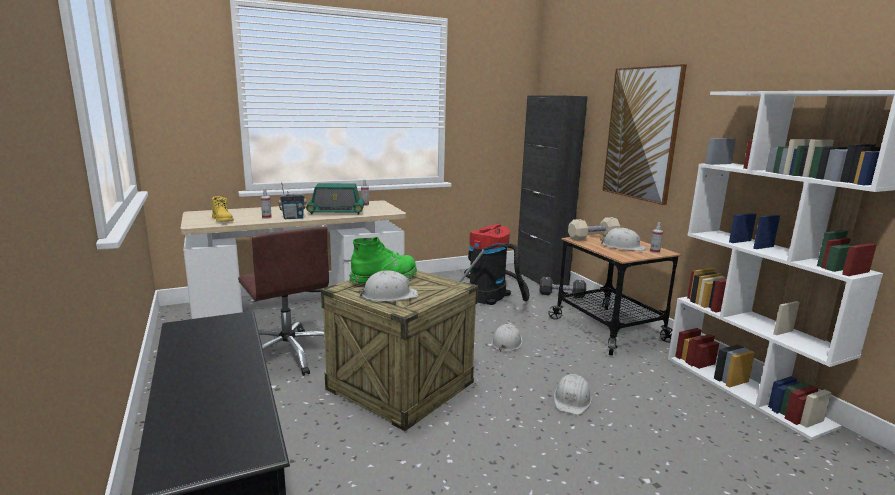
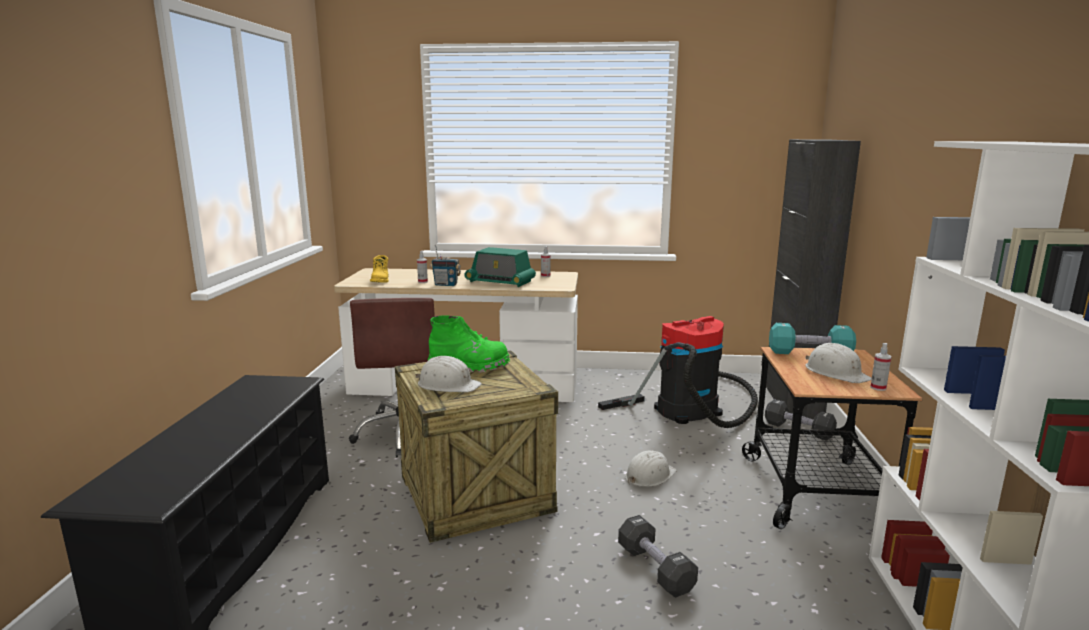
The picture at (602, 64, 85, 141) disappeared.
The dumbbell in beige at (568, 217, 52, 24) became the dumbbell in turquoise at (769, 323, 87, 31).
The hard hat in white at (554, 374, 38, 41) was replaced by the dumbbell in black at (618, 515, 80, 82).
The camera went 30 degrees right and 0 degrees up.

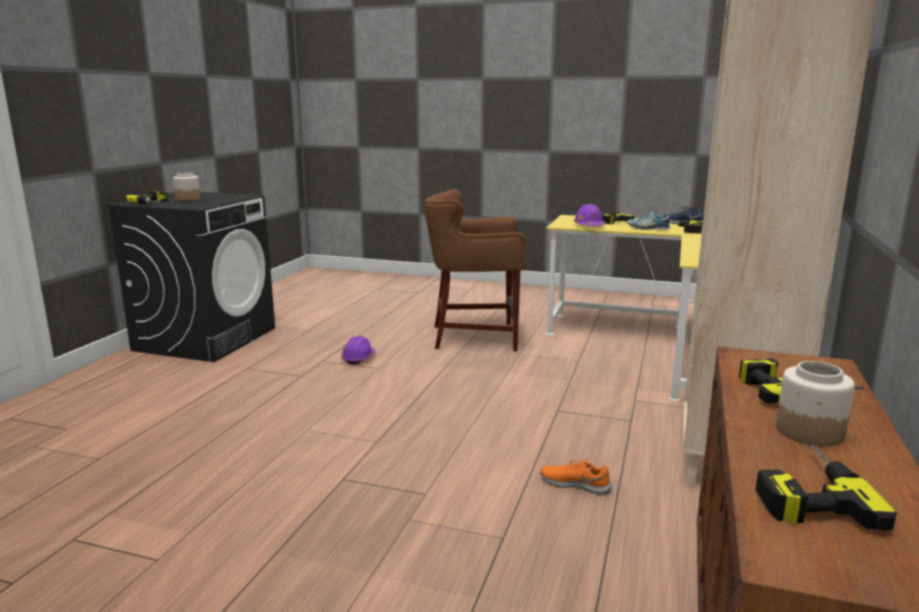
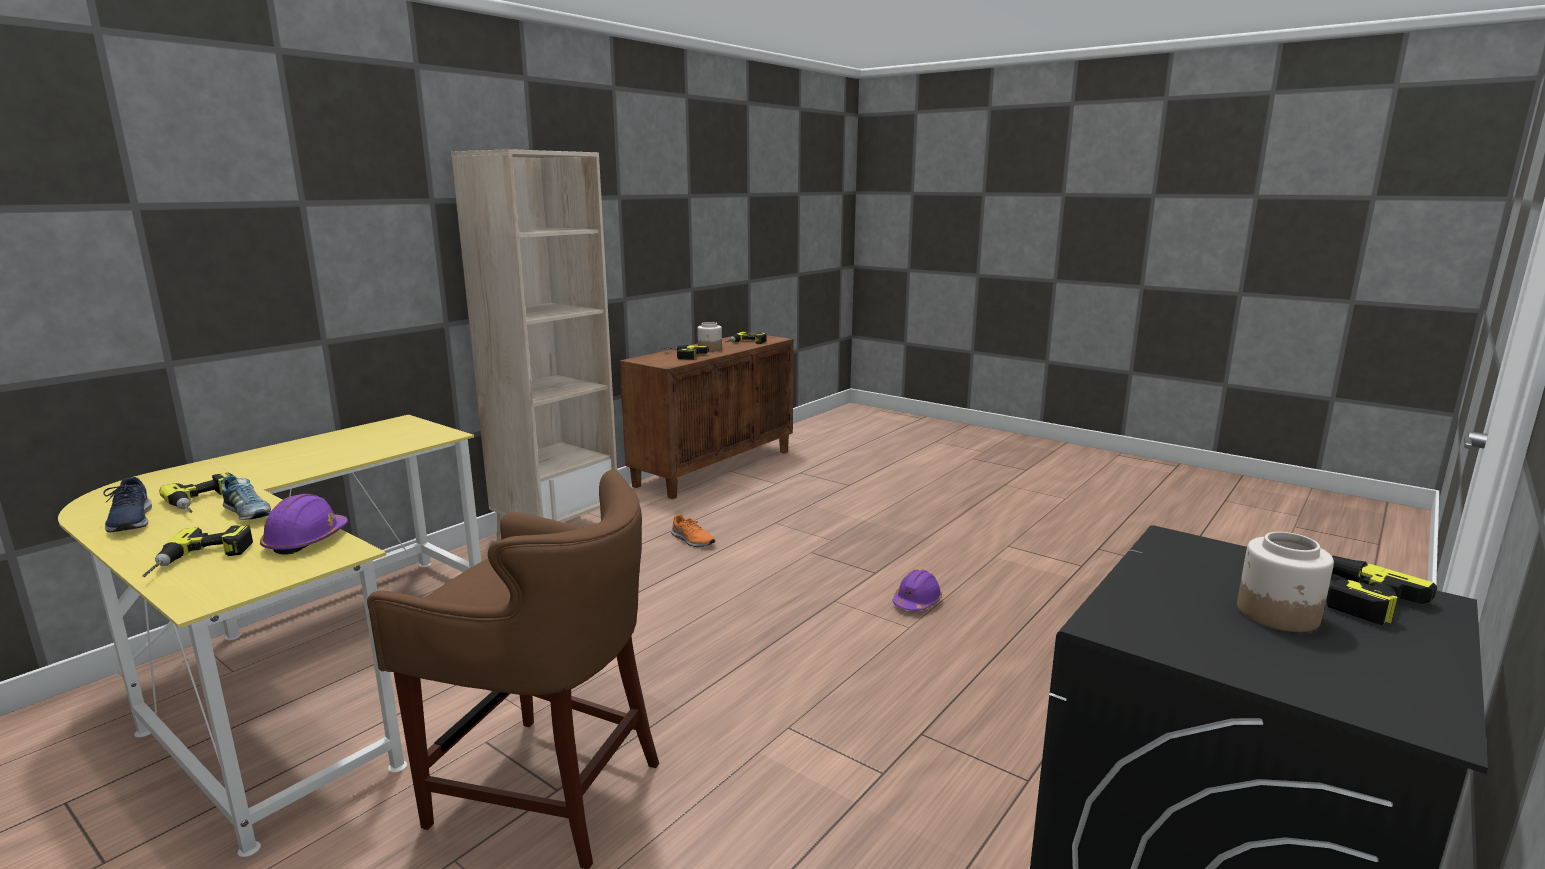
The hard hat in purple moved from (341, 336, 34, 28) to (892, 569, 50, 42).
The camera went 160 degrees left and 0 degrees up.

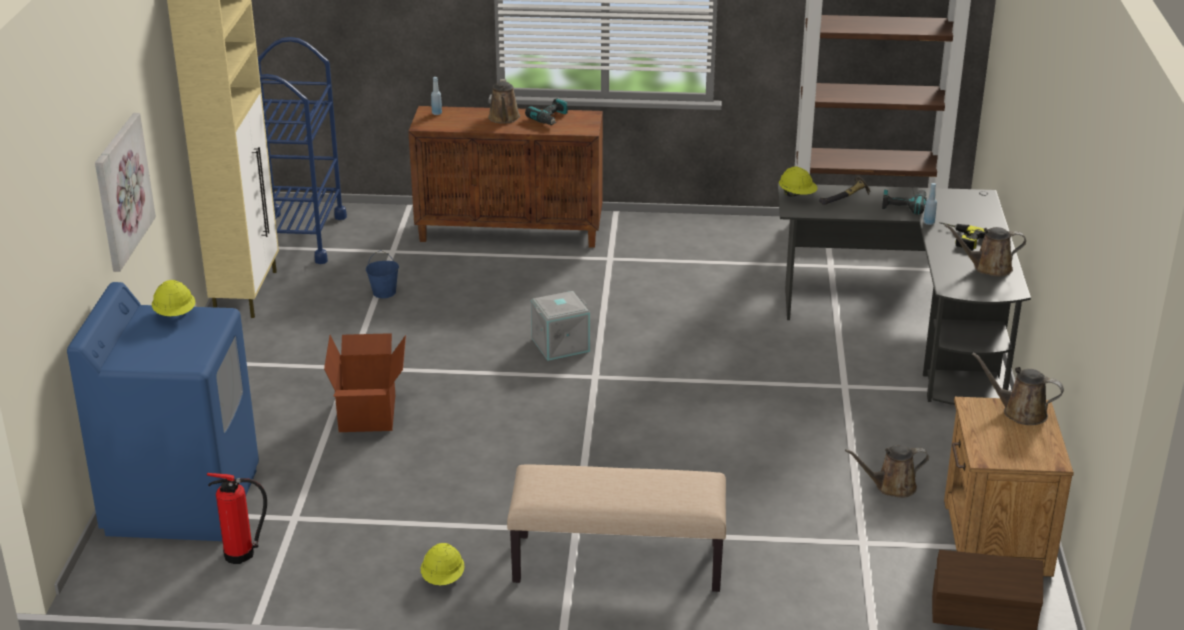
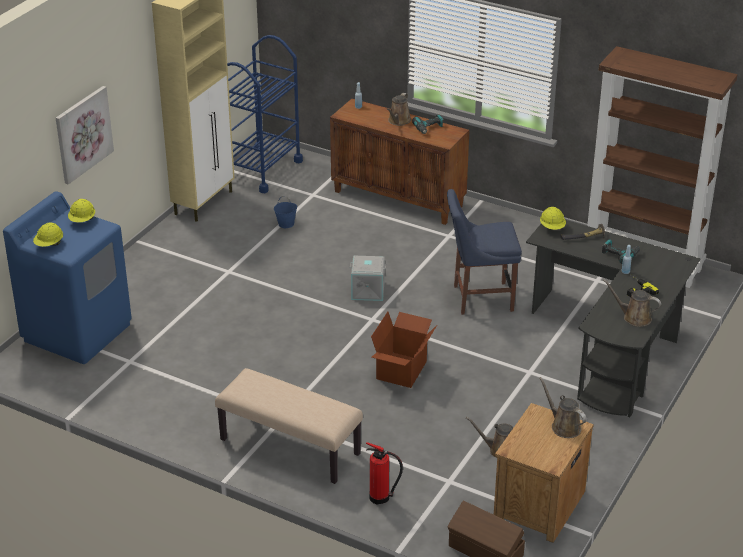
The cardboard box moved from (324, 333, 82, 99) to (371, 312, 66, 76).
The fire extinguisher moved from (207, 473, 60, 91) to (366, 442, 37, 63).
The hard hat in yellow moved from (421, 543, 43, 42) to (33, 223, 30, 24).
The chair in blue at (447, 189, 75, 126) appeared.
The camera went 25 degrees right and 5 degrees up.

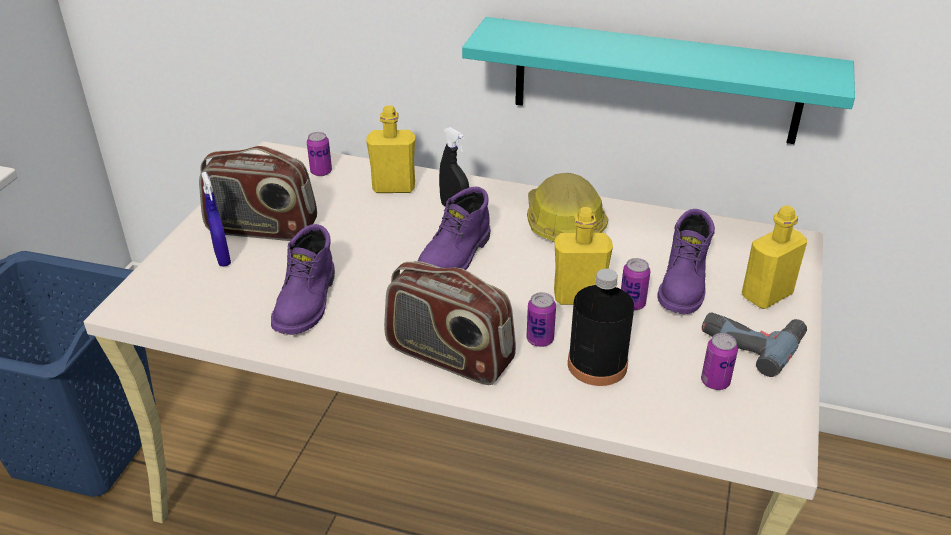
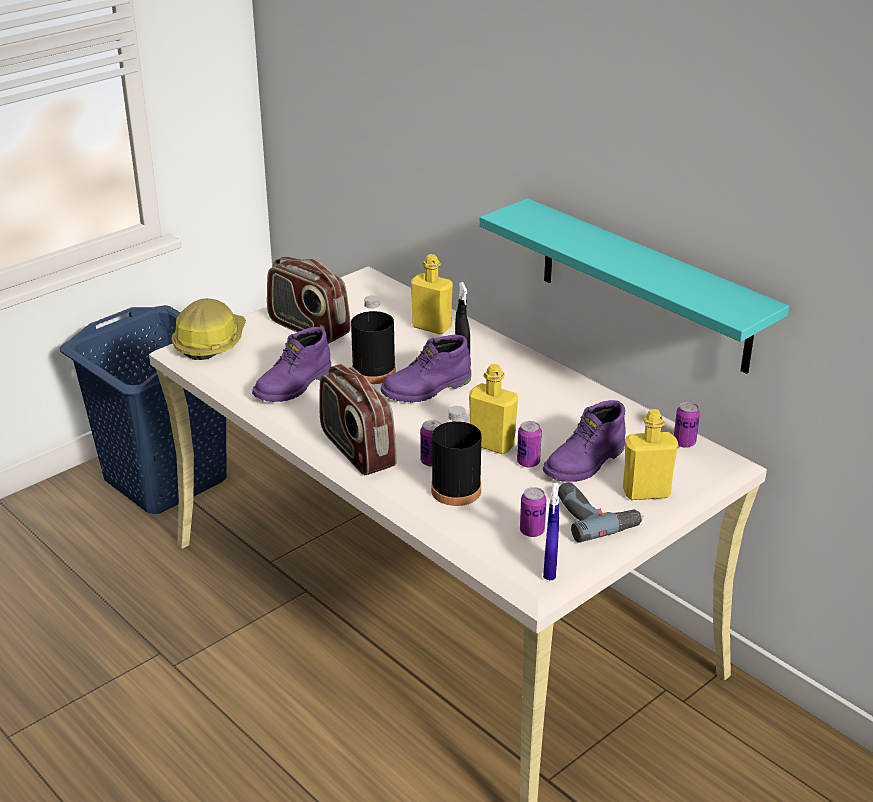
The can moved from (307, 132, 25, 44) to (674, 402, 26, 46).
The spray bottle in blue moved from (201, 172, 30, 95) to (543, 483, 16, 97).
The hard hat moved from (527, 173, 81, 70) to (172, 298, 74, 62).
The bottle in black at (351, 295, 45, 89) appeared.
The camera went 30 degrees right and 5 degrees down.

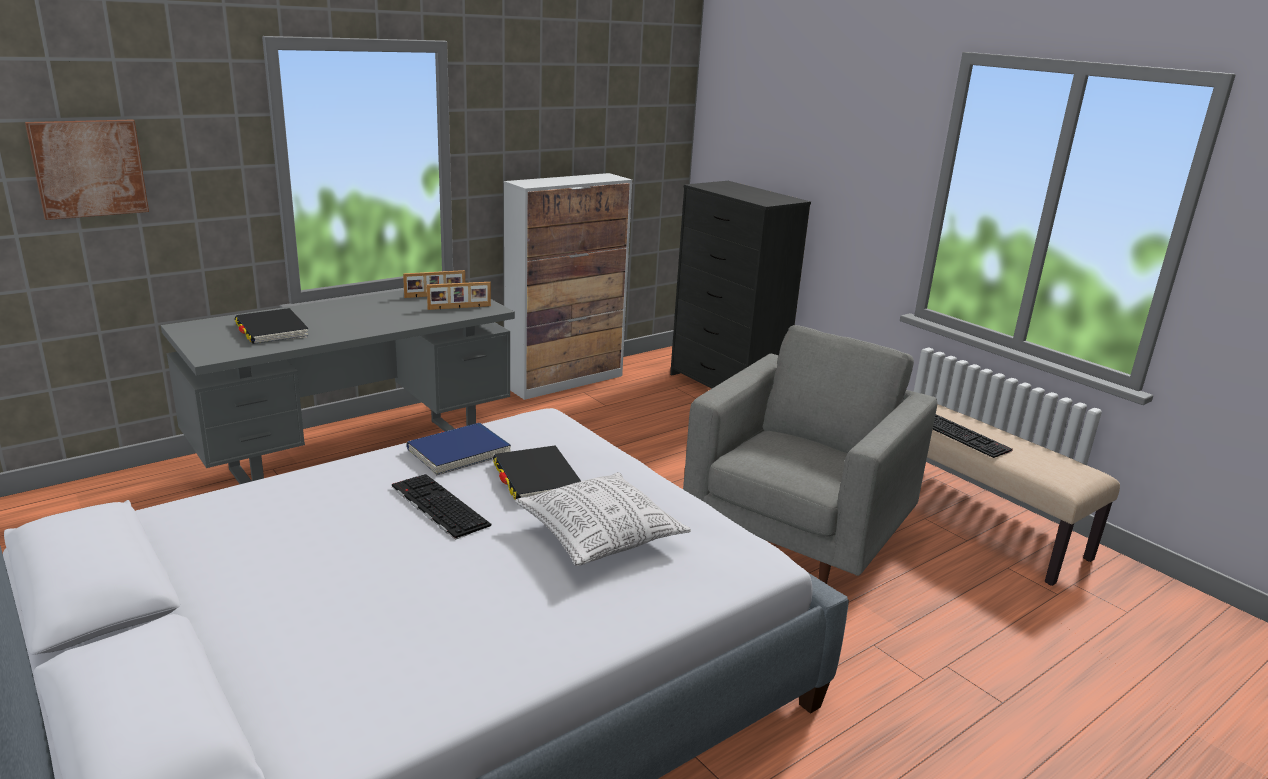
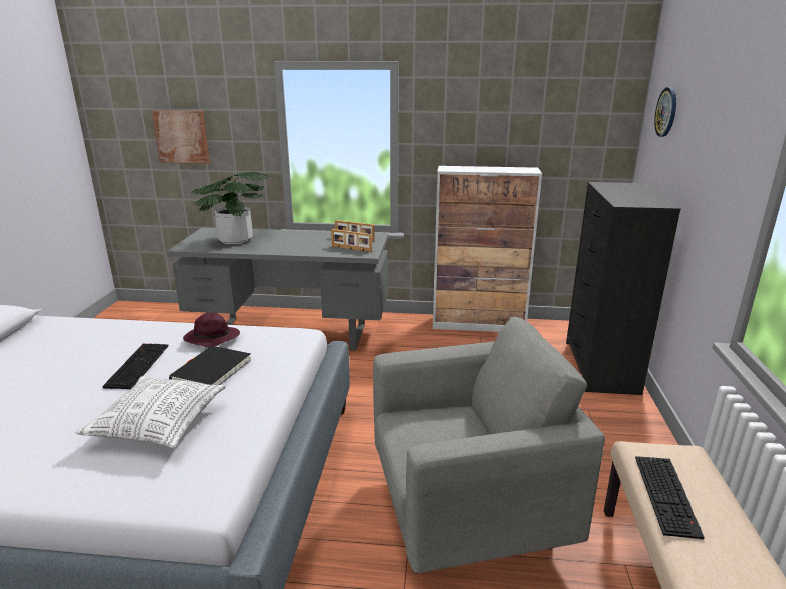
The book in black at (235, 308, 73, 36) was replaced by the potted plant at (191, 172, 78, 73).
The book in blue at (407, 423, 104, 53) was replaced by the hat in purple at (183, 312, 57, 36).
The wall clock at (654, 87, 22, 50) appeared.
The camera went 45 degrees right and 0 degrees up.

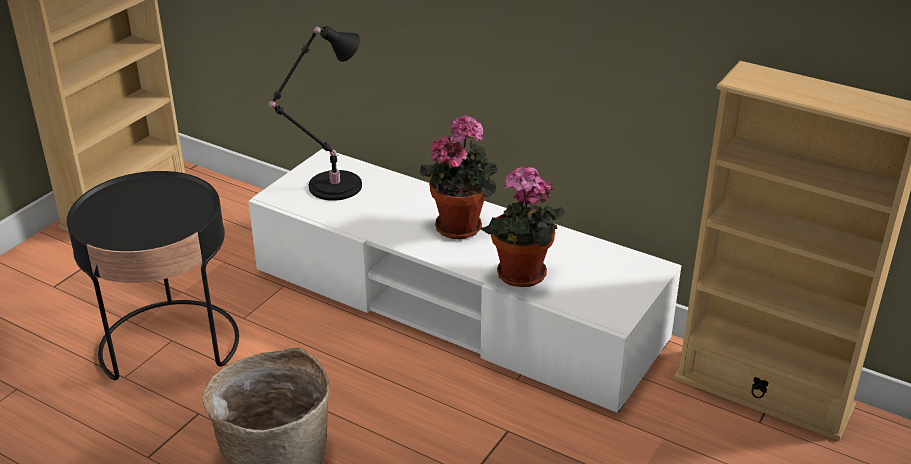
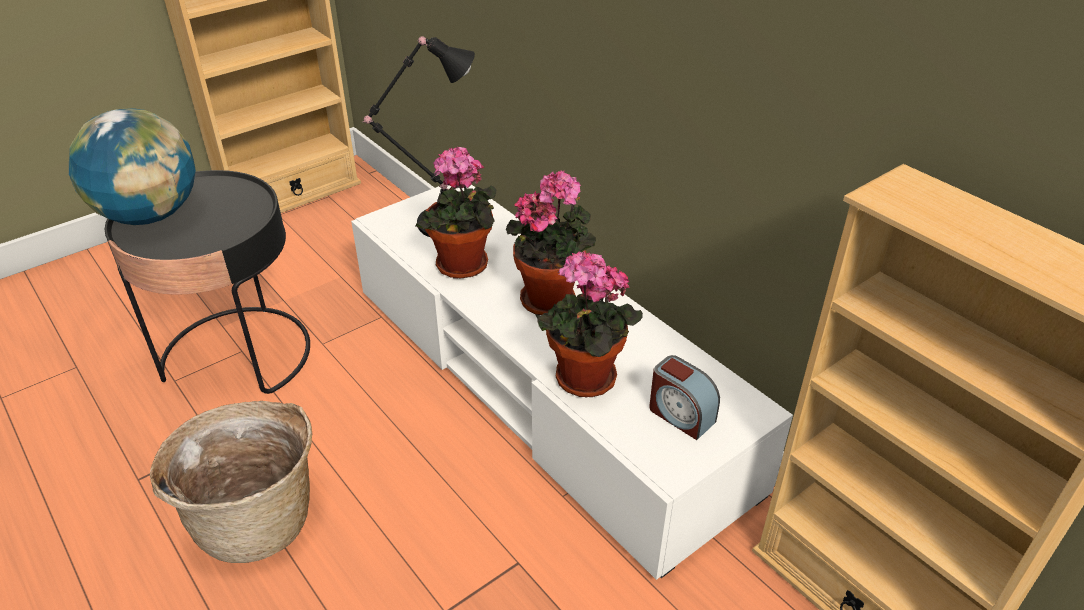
The globe at (69, 108, 127, 117) appeared.
The potted plant at (415, 147, 81, 132) appeared.
The alarm clock at (649, 355, 71, 85) appeared.
The camera went 20 degrees right and 5 degrees up.

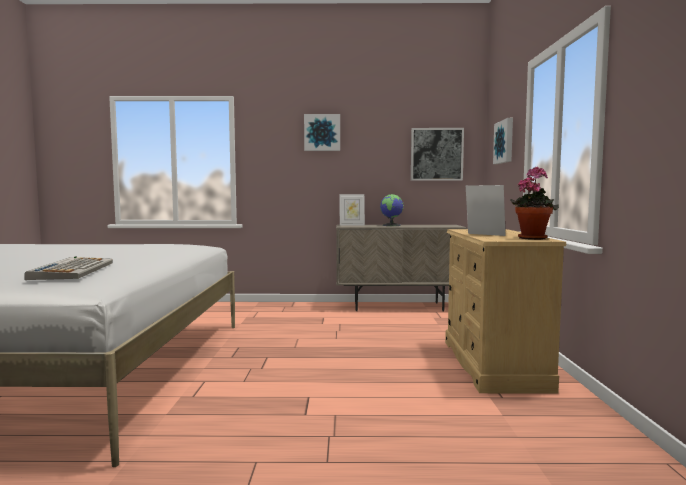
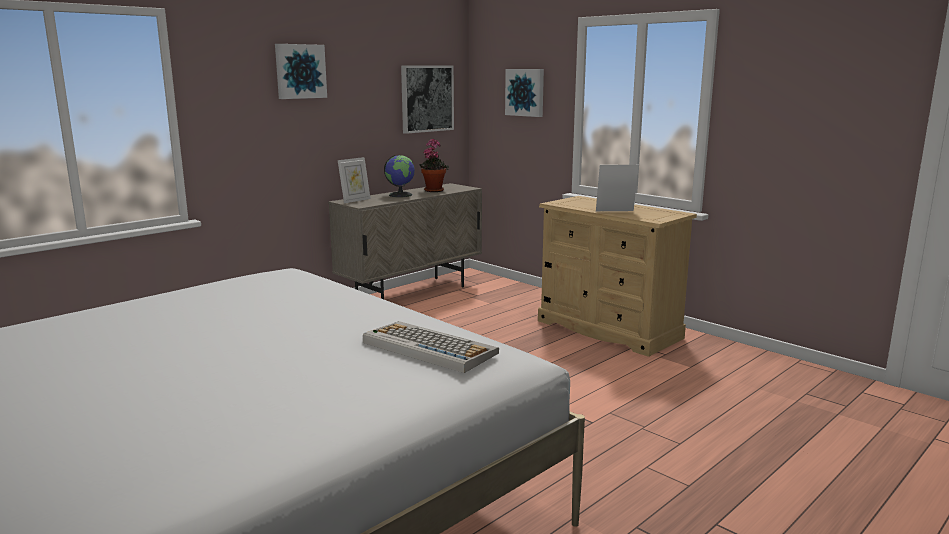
The potted plant moved from (510, 166, 49, 74) to (419, 139, 30, 53).
The camera went 45 degrees left and 10 degrees up.

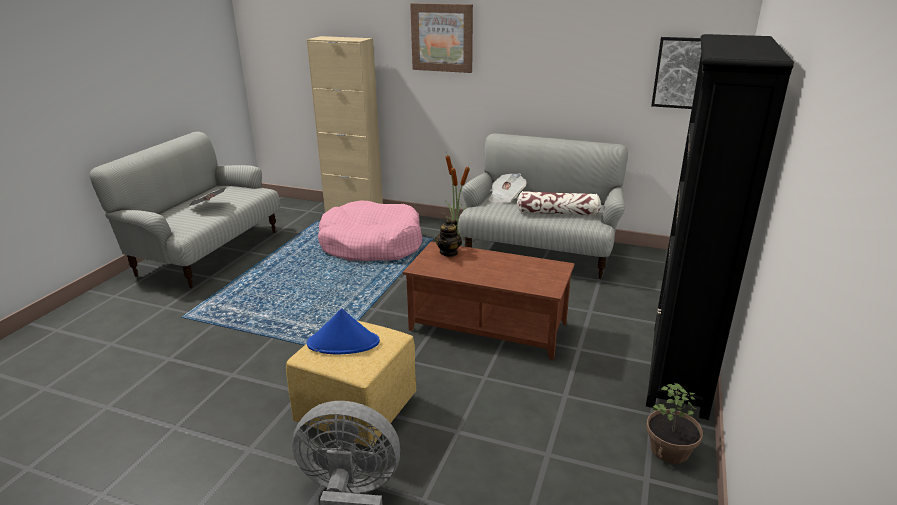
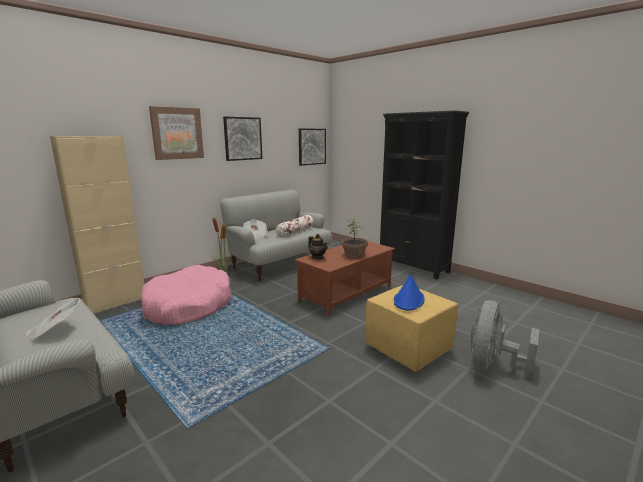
The potted plant moved from (646, 383, 57, 81) to (342, 218, 26, 41).
The picture at (223, 117, 39, 44) appeared.
The camera went 65 degrees left and 10 degrees down.

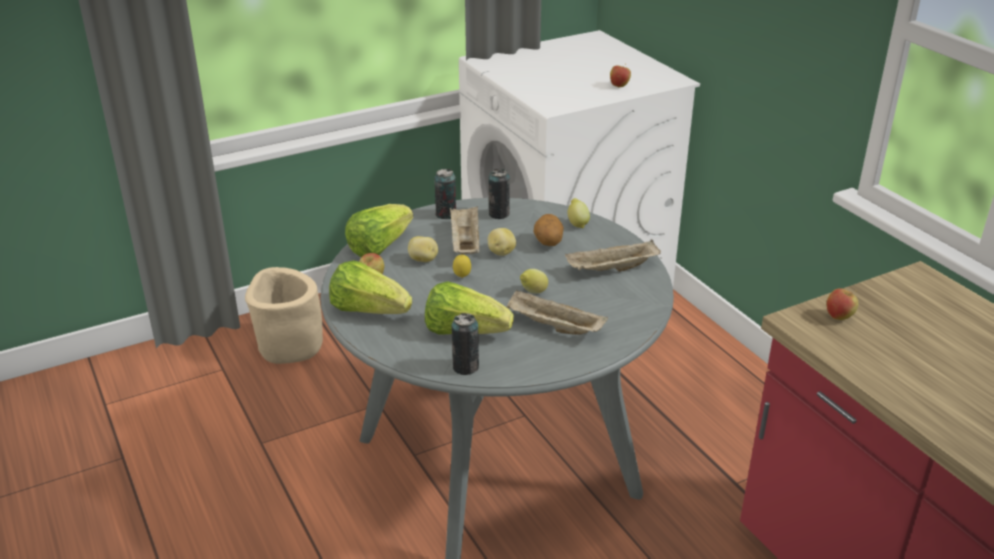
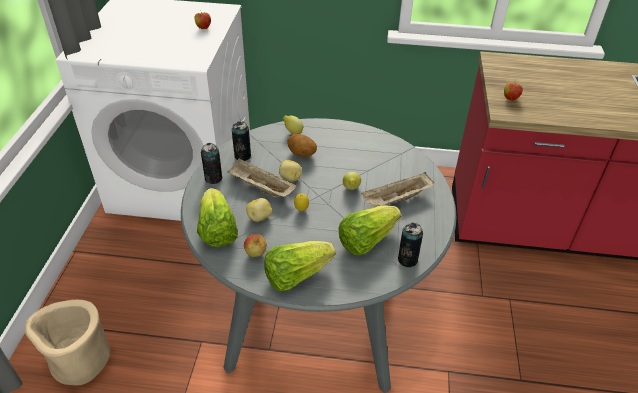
The tray in beige at (565, 240, 96, 32) disappeared.
The camera went 55 degrees left and 10 degrees up.

